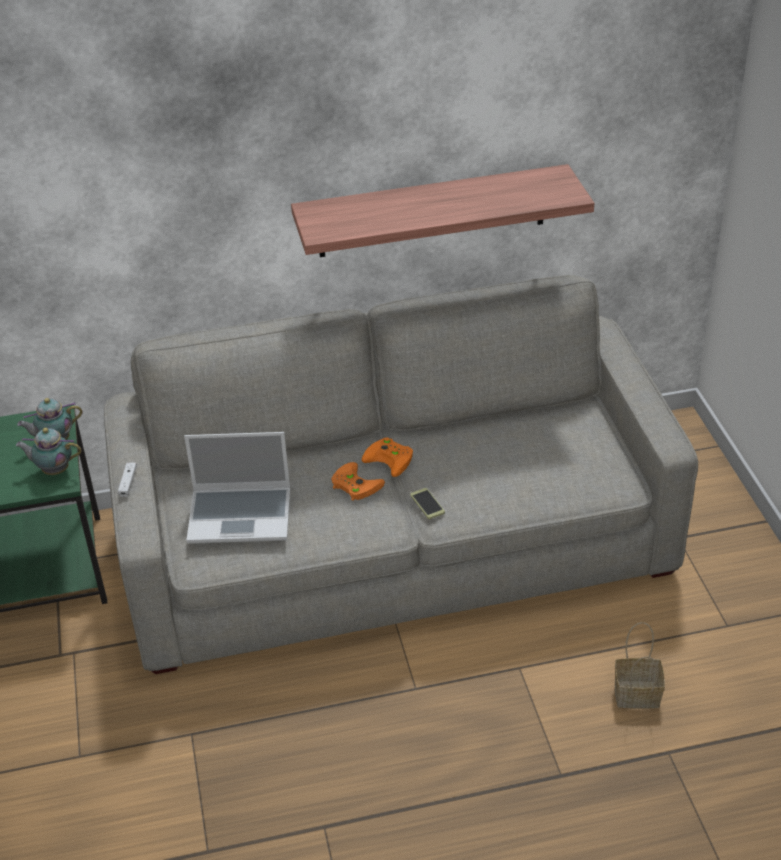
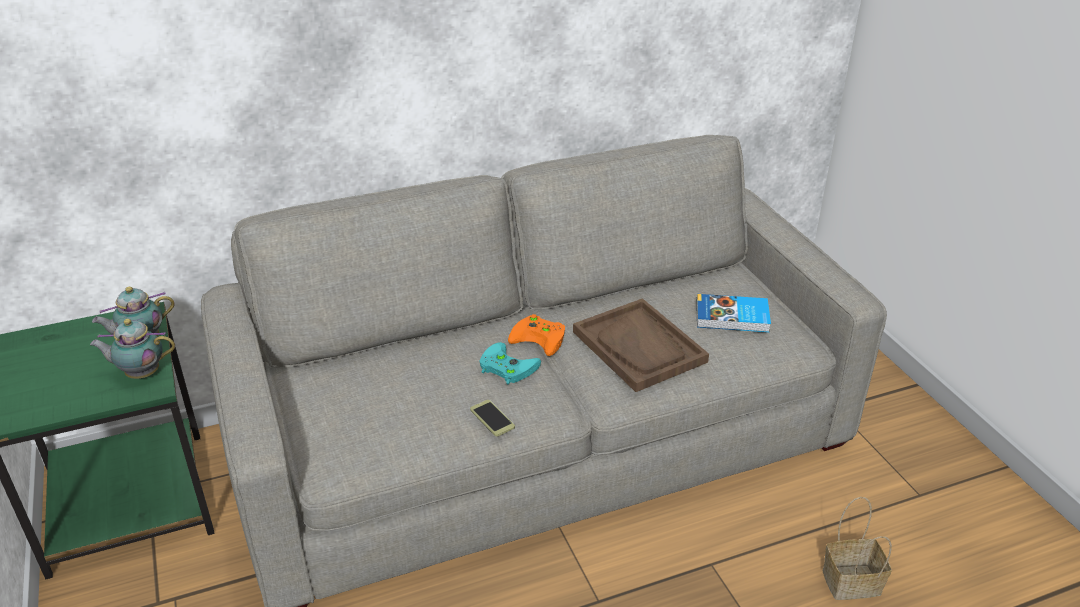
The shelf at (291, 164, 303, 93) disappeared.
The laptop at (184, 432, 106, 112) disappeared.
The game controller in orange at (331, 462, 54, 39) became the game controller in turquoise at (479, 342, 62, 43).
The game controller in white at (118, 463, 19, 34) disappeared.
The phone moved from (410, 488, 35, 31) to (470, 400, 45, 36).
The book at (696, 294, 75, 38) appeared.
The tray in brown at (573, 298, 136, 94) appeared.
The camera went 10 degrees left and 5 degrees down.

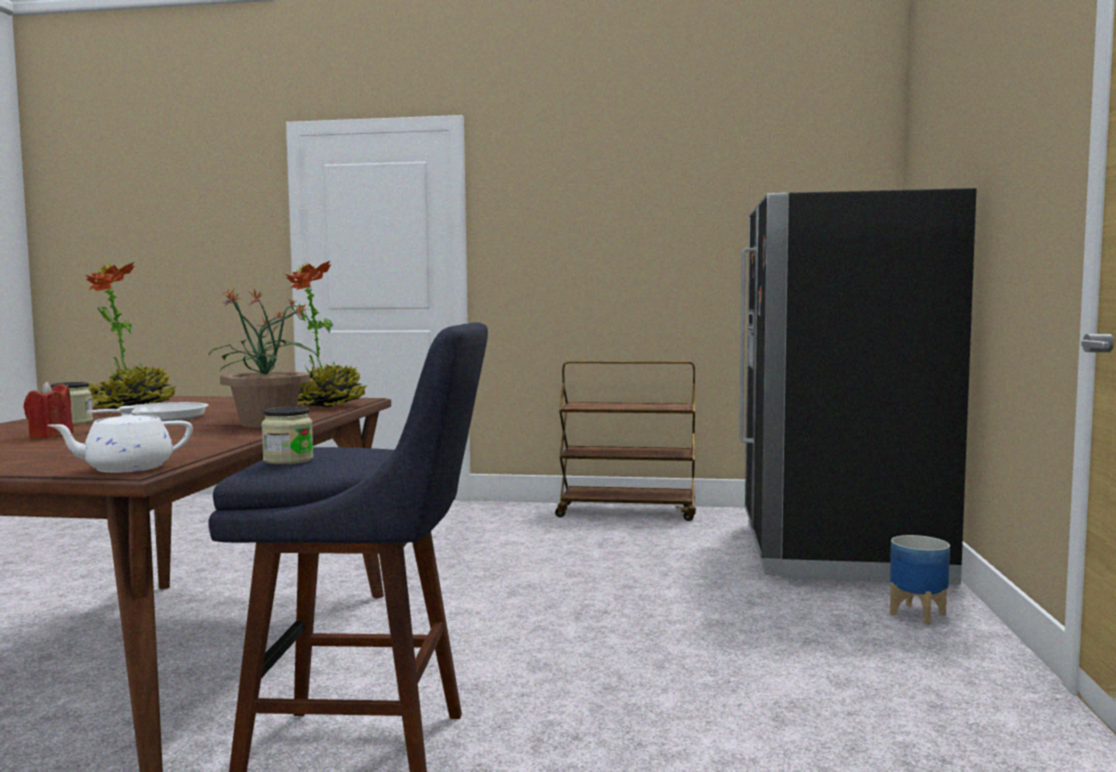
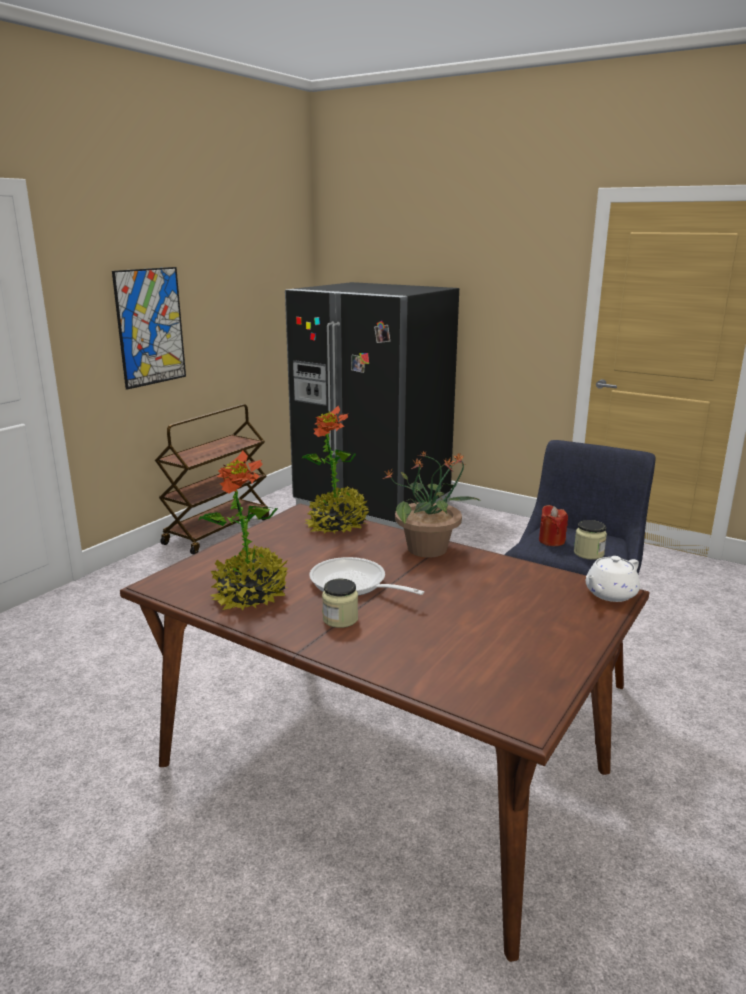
The candle in red moved from (24, 381, 50, 58) to (539, 505, 29, 41).
The teapot in white at (48, 406, 145, 67) turned 60 degrees clockwise.
The planter at (890, 535, 60, 90) disappeared.
The picture at (112, 267, 74, 123) appeared.
The camera went 65 degrees left and 15 degrees up.

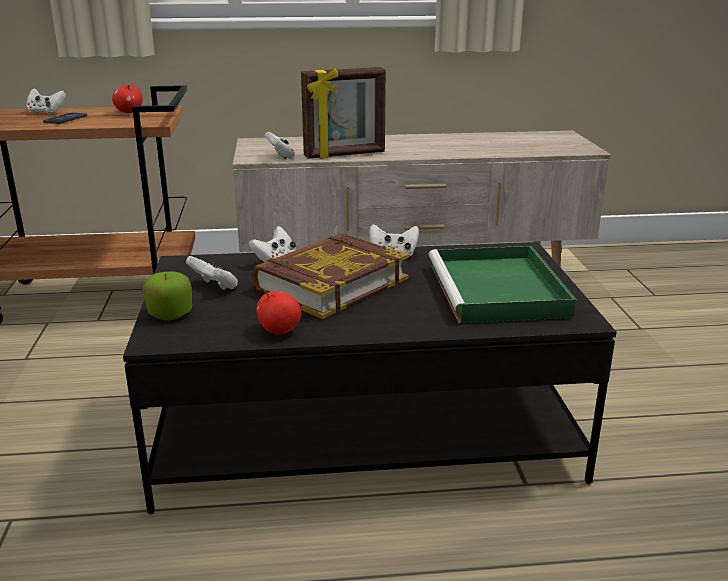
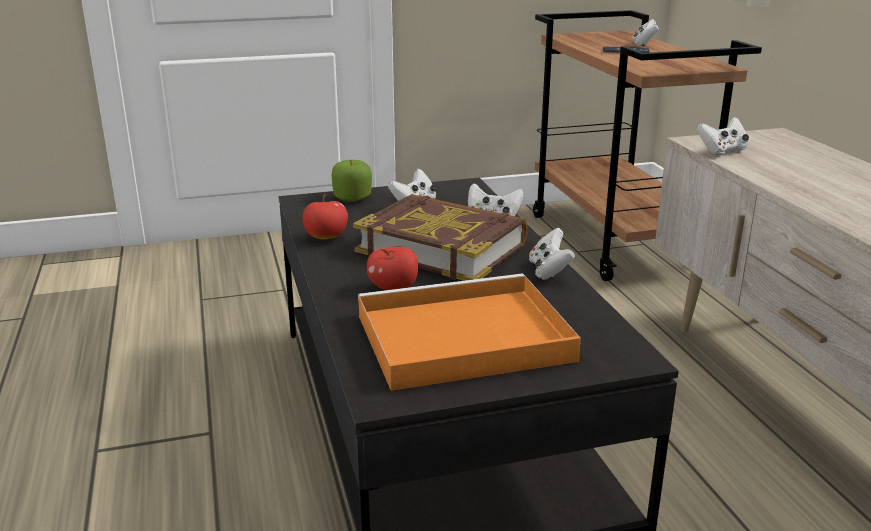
The picture frame at (301, 67, 85, 92) disappeared.
The apple moved from (112, 85, 30, 28) to (367, 247, 51, 43).
The tray in green at (429, 246, 148, 77) became the tray in orange at (358, 274, 223, 117).
The camera went 80 degrees right and 0 degrees up.

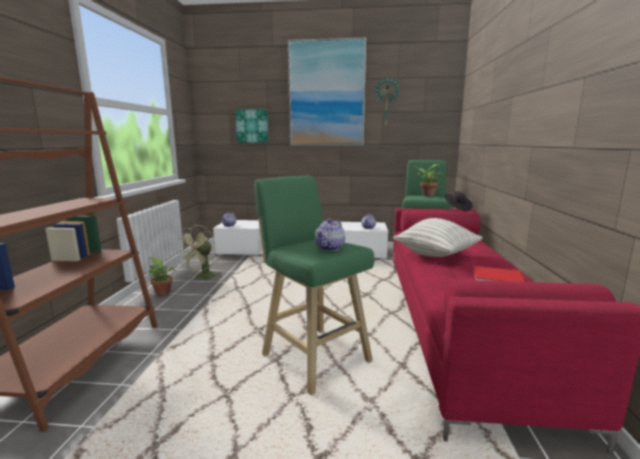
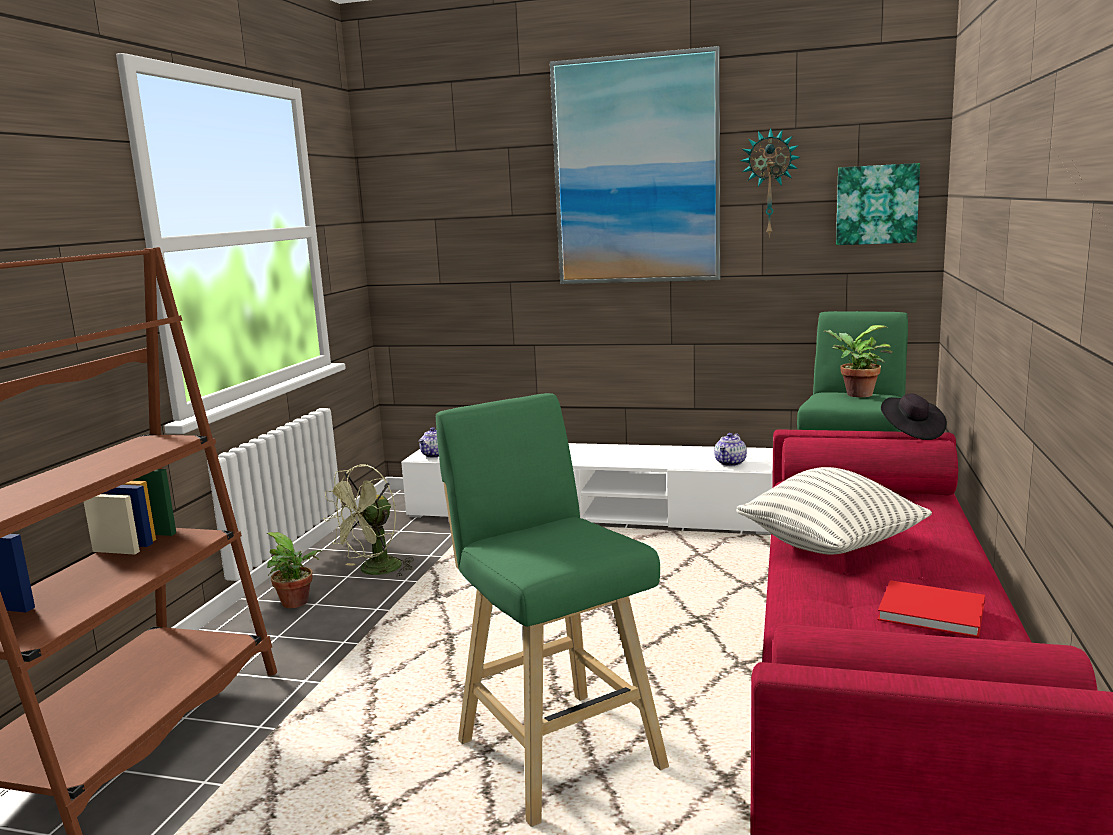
The picture moved from (235, 109, 34, 34) to (836, 163, 84, 82).
The teapot at (315, 219, 30, 32) disappeared.
The camera went 10 degrees right and 0 degrees up.

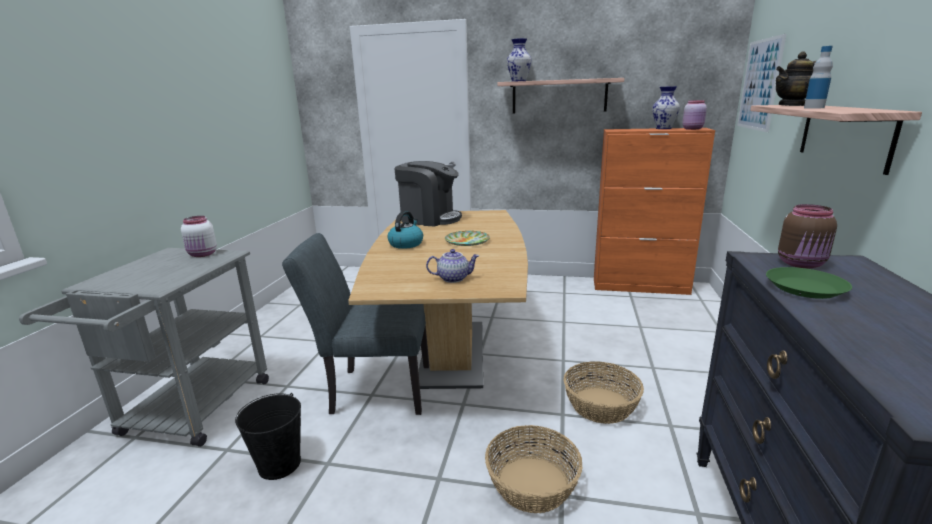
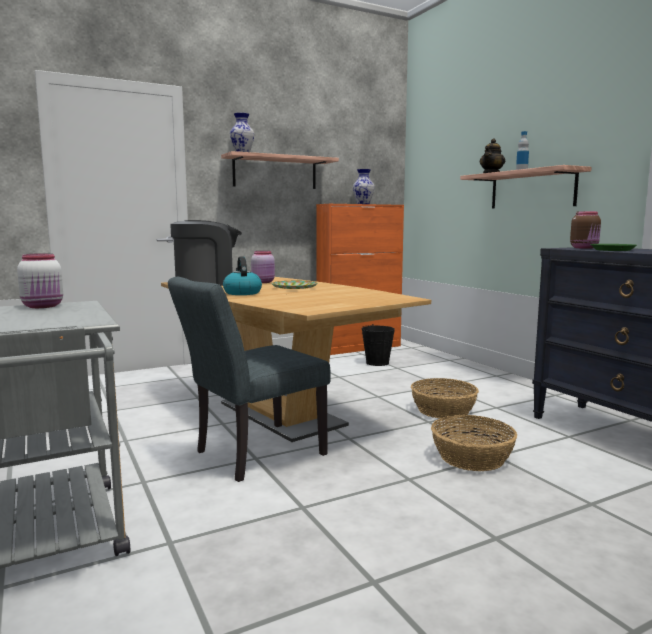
The picture at (737, 34, 49, 98) disappeared.
The jar in pink moved from (682, 100, 25, 30) to (251, 251, 24, 32).
The teapot at (426, 249, 53, 34) disappeared.
The bucket in black moved from (235, 393, 66, 87) to (361, 324, 34, 42).
The camera went 40 degrees left and 10 degrees down.

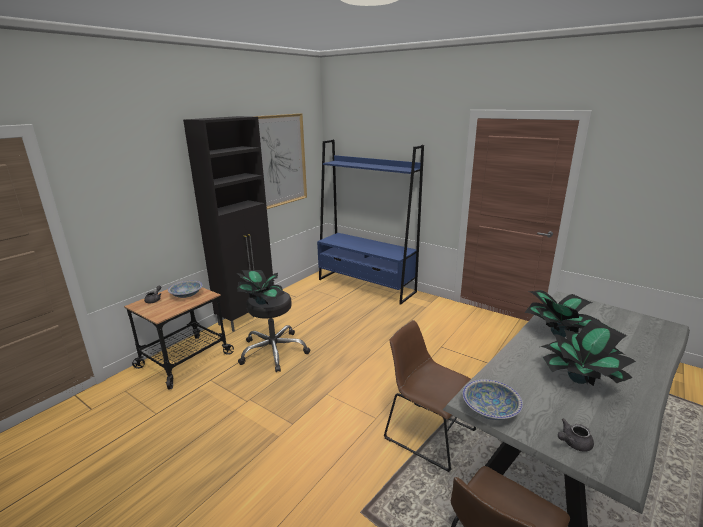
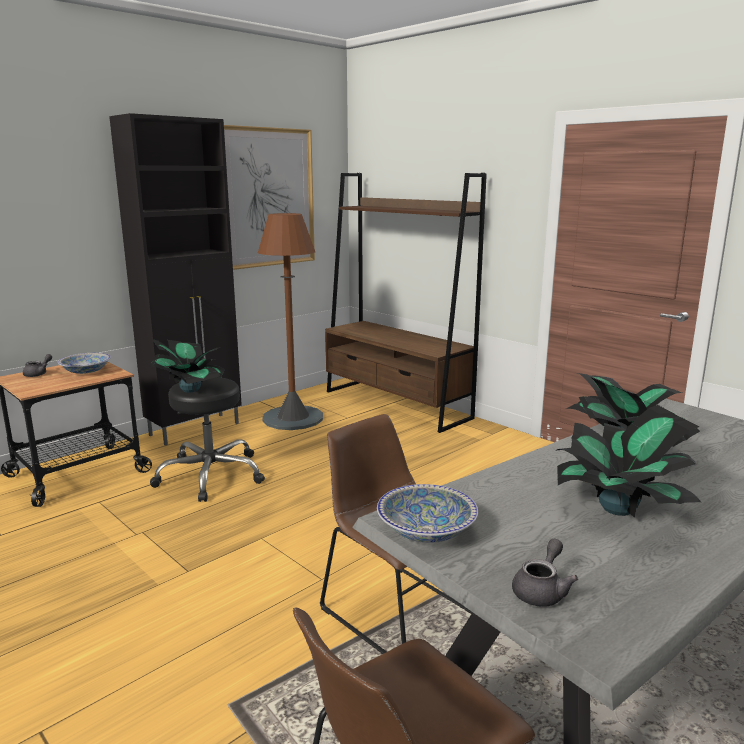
The bookcase in blue at (317, 139, 107, 166) became the bookcase in brown at (325, 173, 162, 260).
The teapot in grey at (558, 419, 36, 33) turned 135 degrees clockwise.
The floor lamp in brown at (258, 213, 65, 217) appeared.
The camera went 10 degrees right and 5 degrees down.

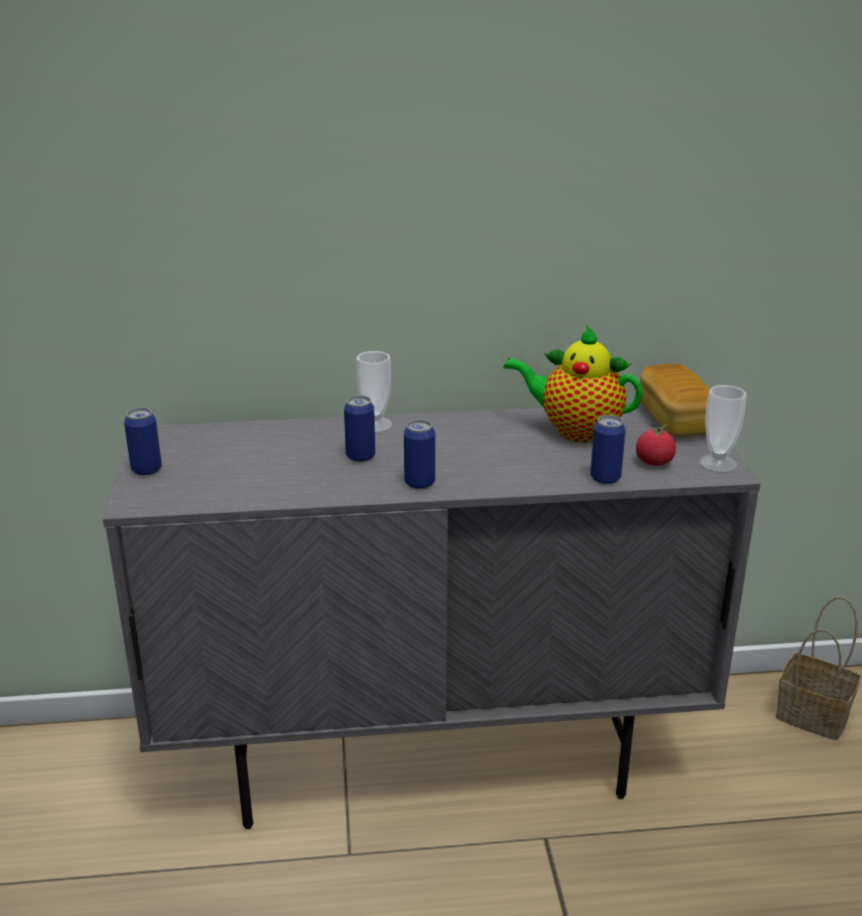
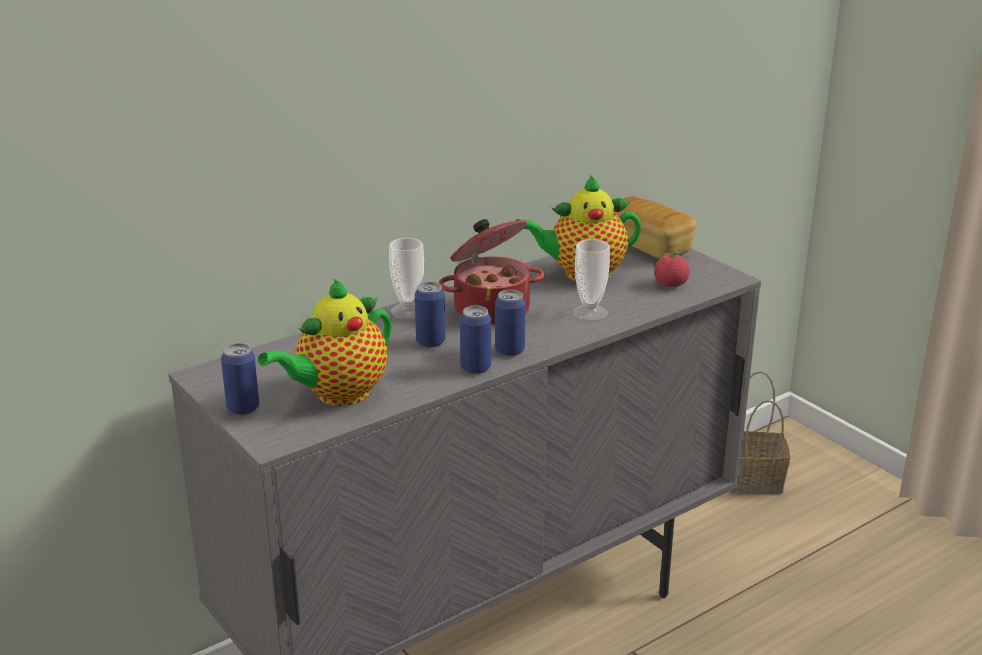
The cup moved from (699, 385, 47, 88) to (573, 239, 37, 82).
The can moved from (590, 415, 36, 69) to (460, 305, 31, 69).
The cooking pot at (439, 219, 105, 106) appeared.
The teapot at (258, 278, 134, 128) appeared.
The camera went 30 degrees left and 0 degrees up.

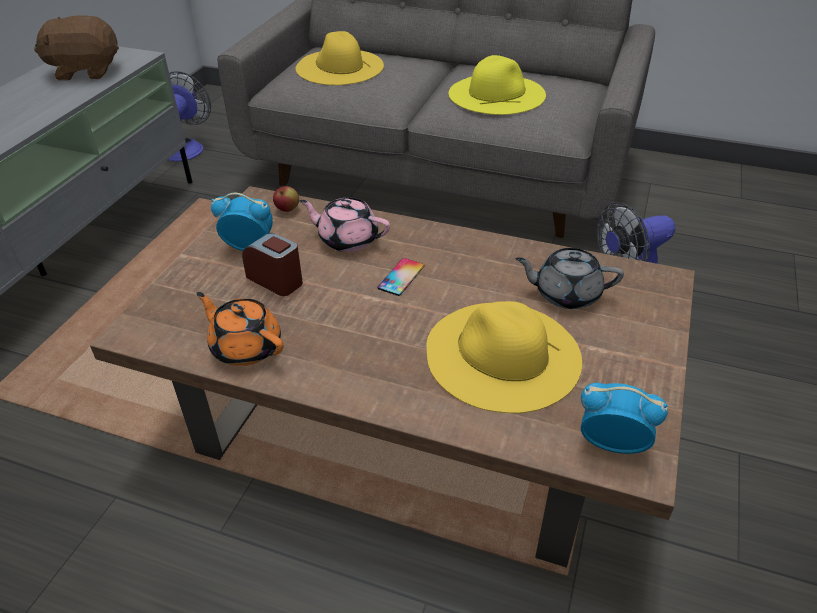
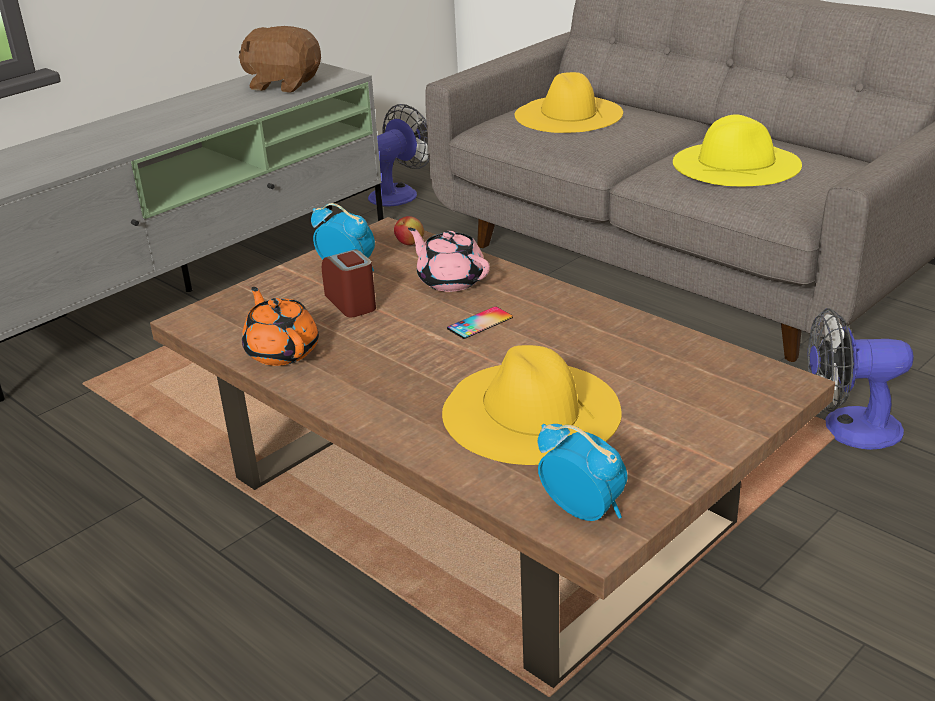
The teapot in grey at (515, 248, 109, 61) disappeared.
The camera went 25 degrees right and 10 degrees down.

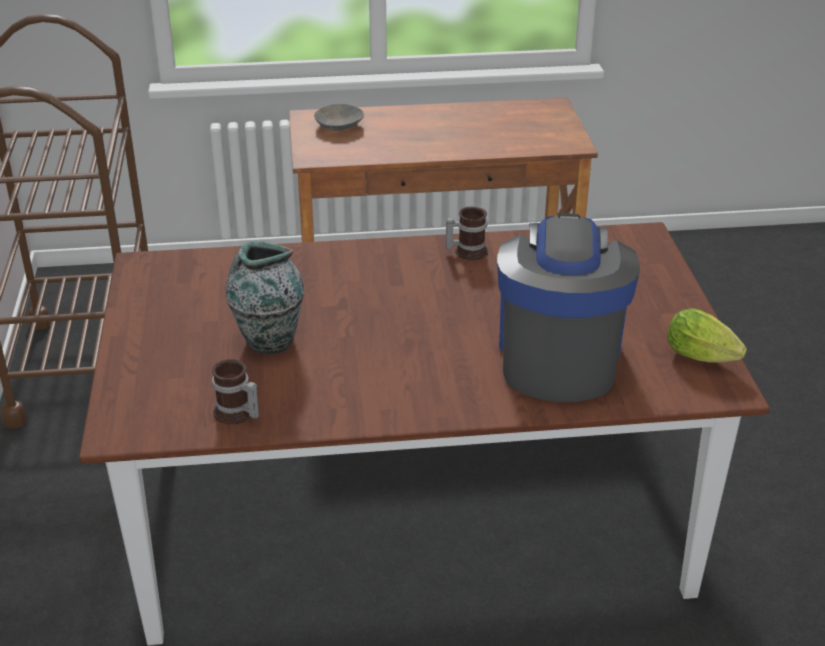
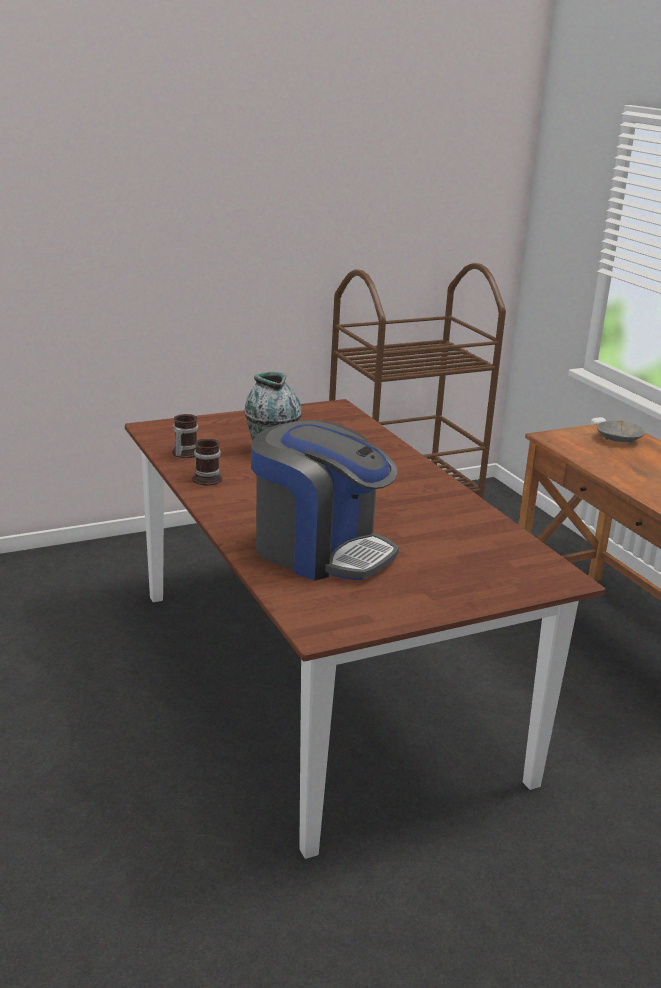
The mug moved from (446, 207, 42, 53) to (193, 439, 29, 47).
The coffee machine at (497, 213, 143, 189) turned 45 degrees clockwise.
The lettuce at (667, 308, 80, 54) disappeared.
The camera went 70 degrees right and 10 degrees down.

